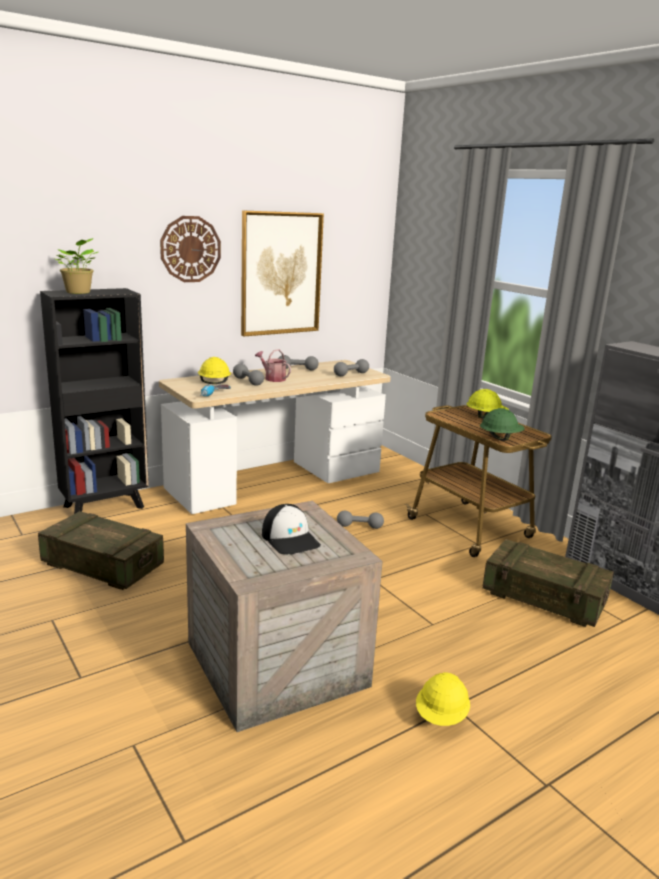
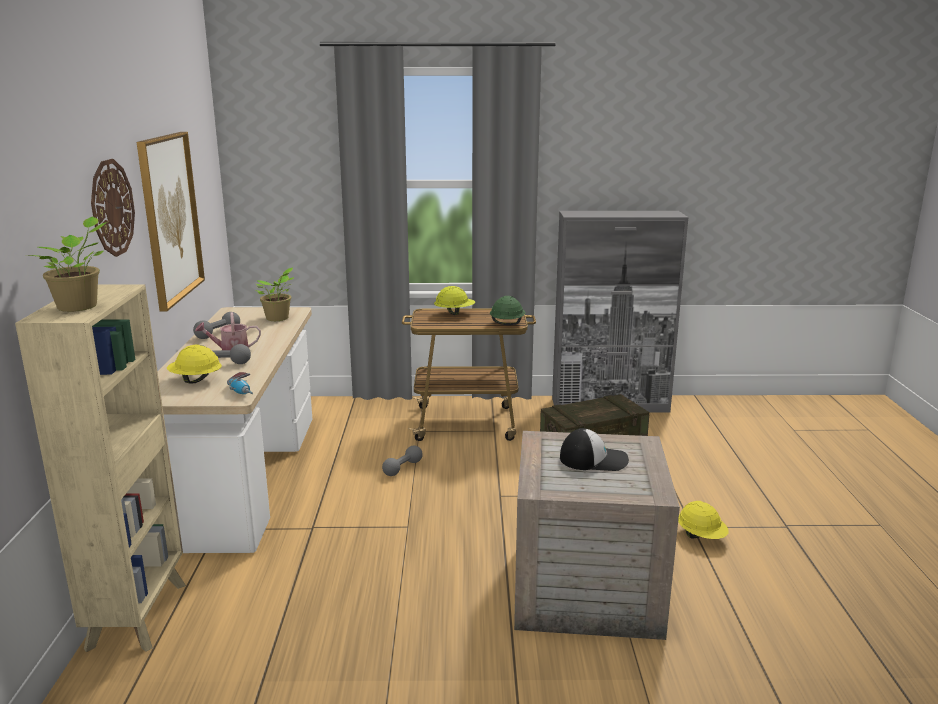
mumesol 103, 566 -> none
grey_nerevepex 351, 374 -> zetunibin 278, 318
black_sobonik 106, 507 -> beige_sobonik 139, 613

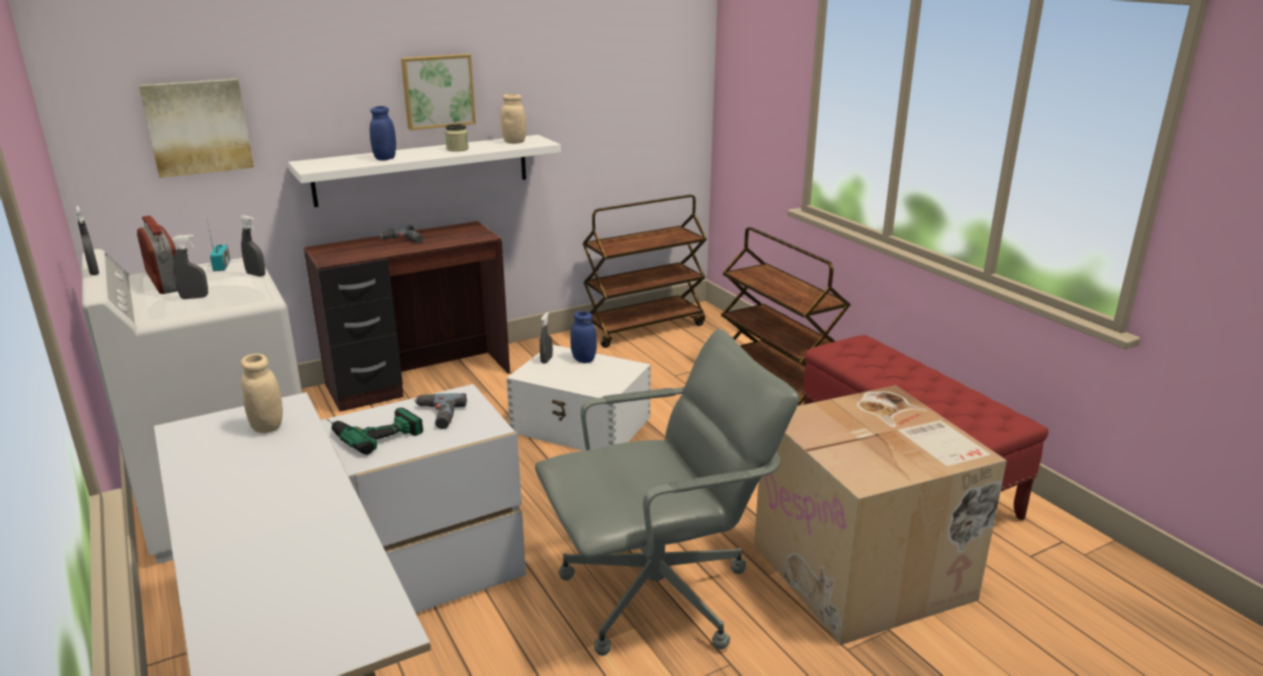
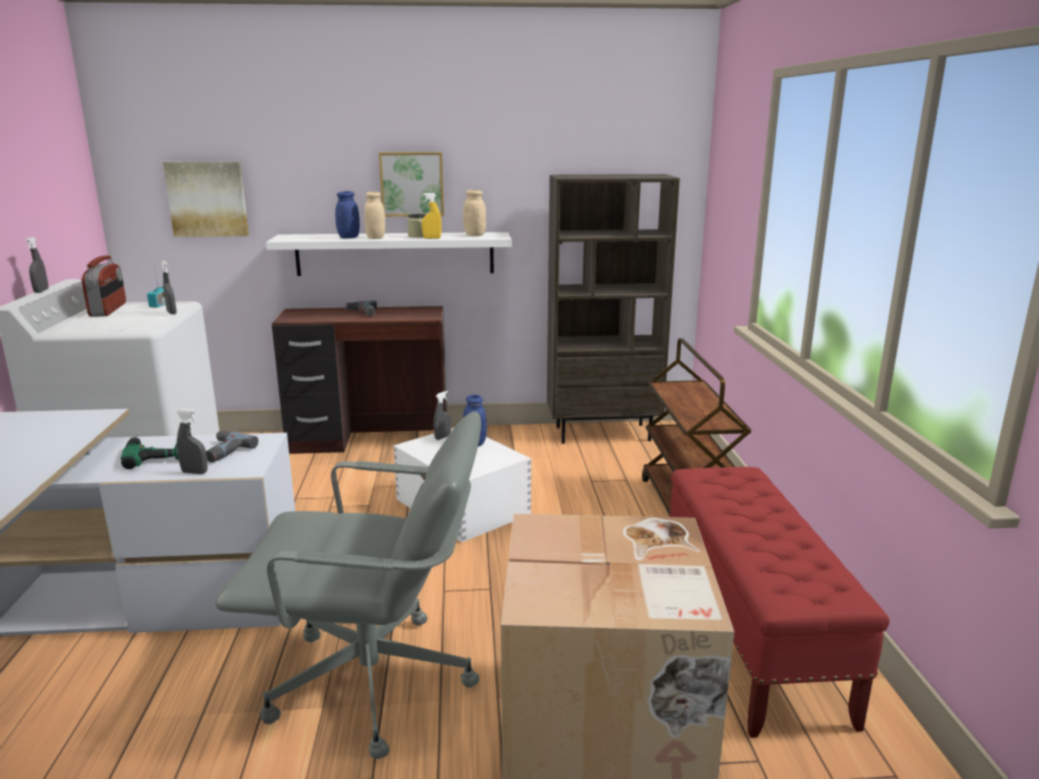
none -> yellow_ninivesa 432, 238
grey_ninivesa 194, 297 -> grey_ninivesa 194, 472, shifted
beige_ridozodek 267, 426 -> beige_ridozodek 376, 238, shifted
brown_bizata 644, 327 -> brown_sobonik 603, 433

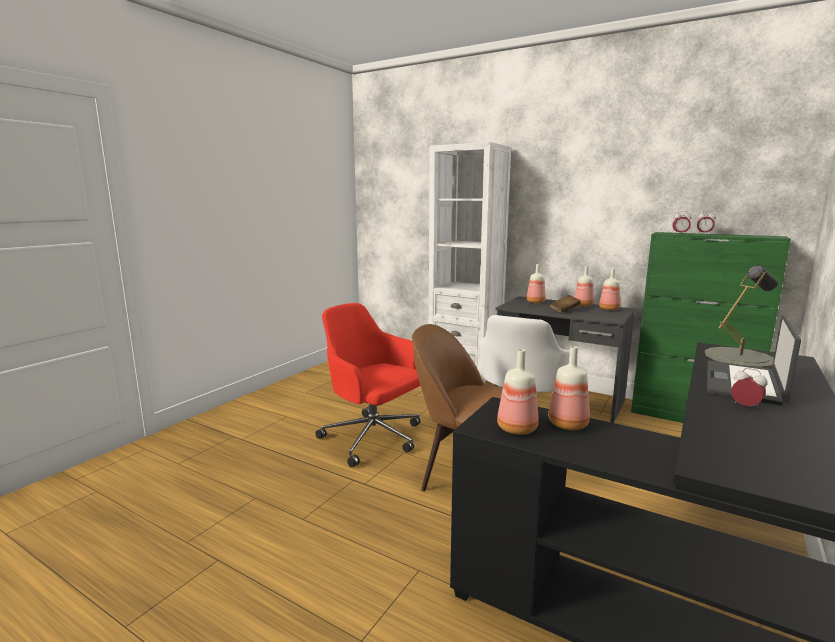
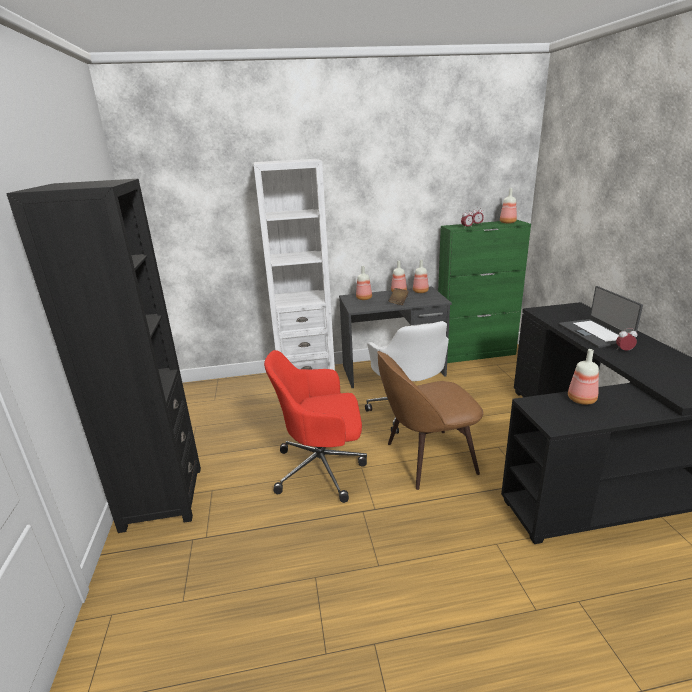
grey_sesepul 739, 357 -> none
none -> black_sobonik 162, 498
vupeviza 517, 429 -> vupeviza 508, 222, shifted

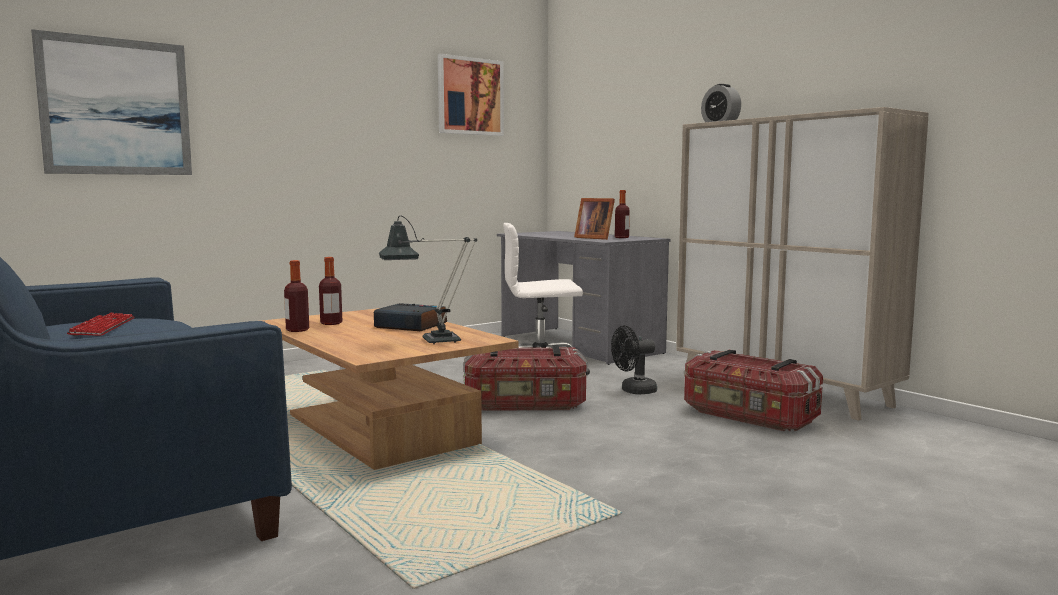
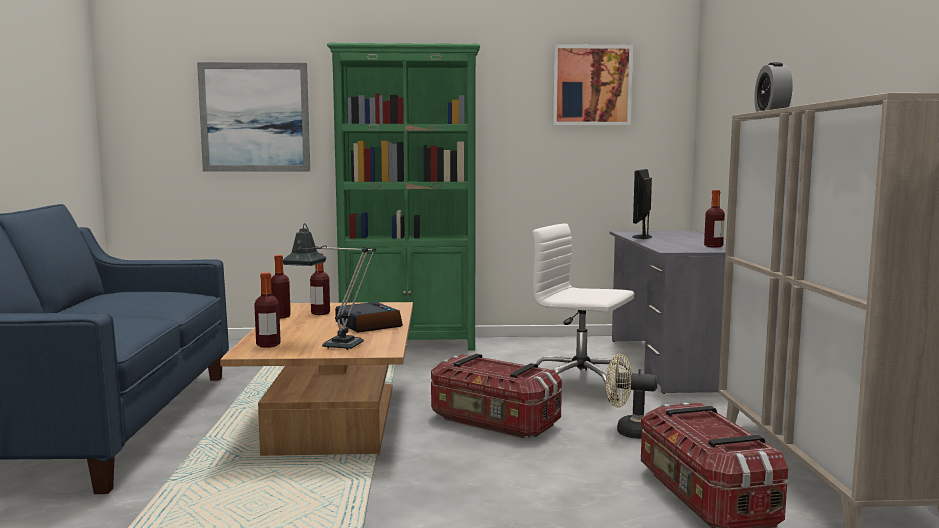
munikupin 103, 327 -> none
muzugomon 594, 238 -> none
none -> vupeviza 268, 345
none -> green_sobonik 410, 344
none -> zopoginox 641, 237
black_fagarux 633, 391 -> beige_fagarux 629, 432

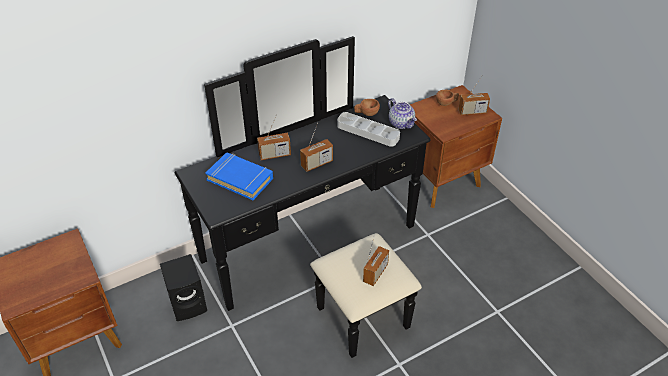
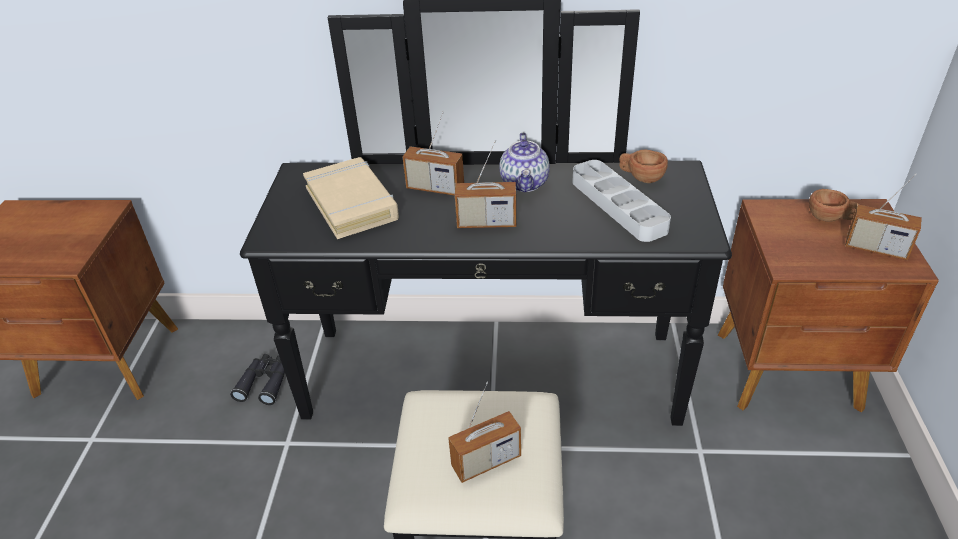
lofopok 401, 123 -> lofopok 525, 183, shifted
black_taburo 189, 303 -> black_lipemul 265, 383
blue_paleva 240, 179 -> beige_paleva 352, 203

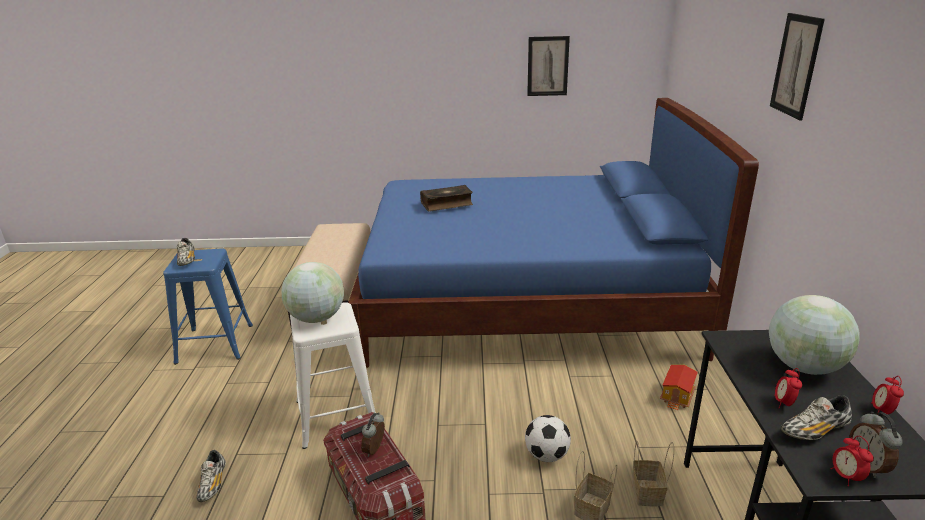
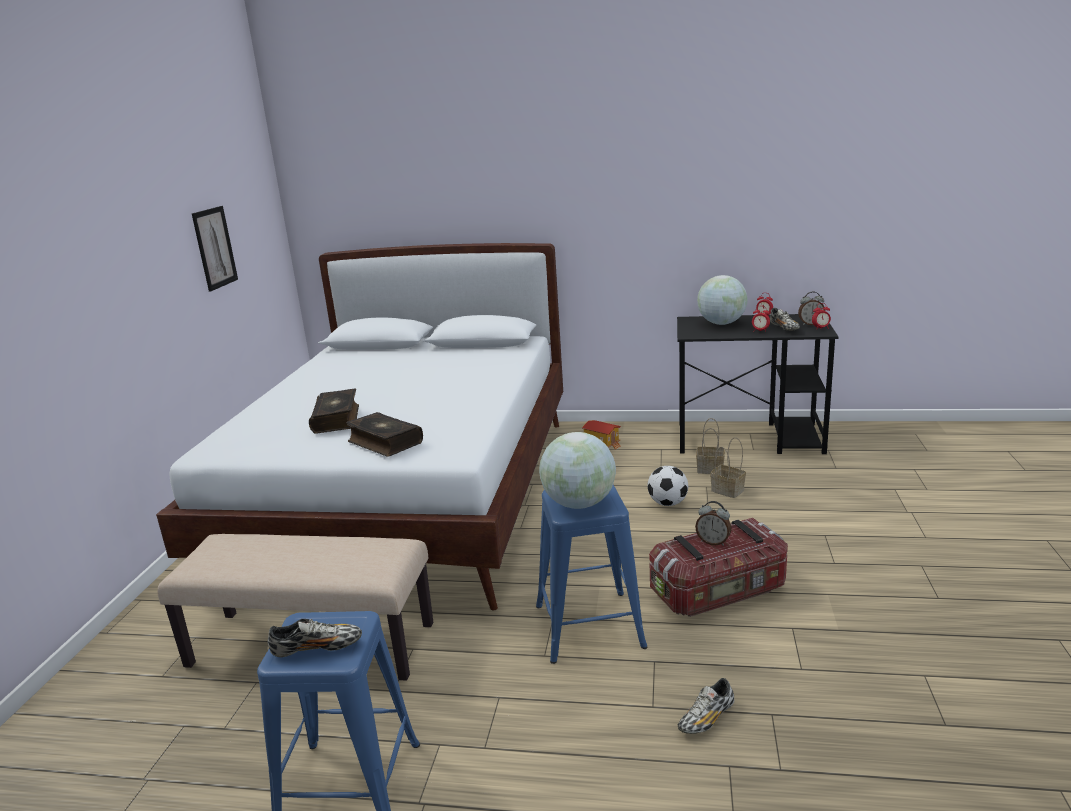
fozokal 796, 65 -> none
none -> paleva 384, 442
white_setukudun 337, 415 -> blue_setukudun 589, 625
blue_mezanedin 526, 302 -> white_mezanedin 409, 496
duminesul 213, 484 -> duminesul 706, 719, 135 degrees clockwise

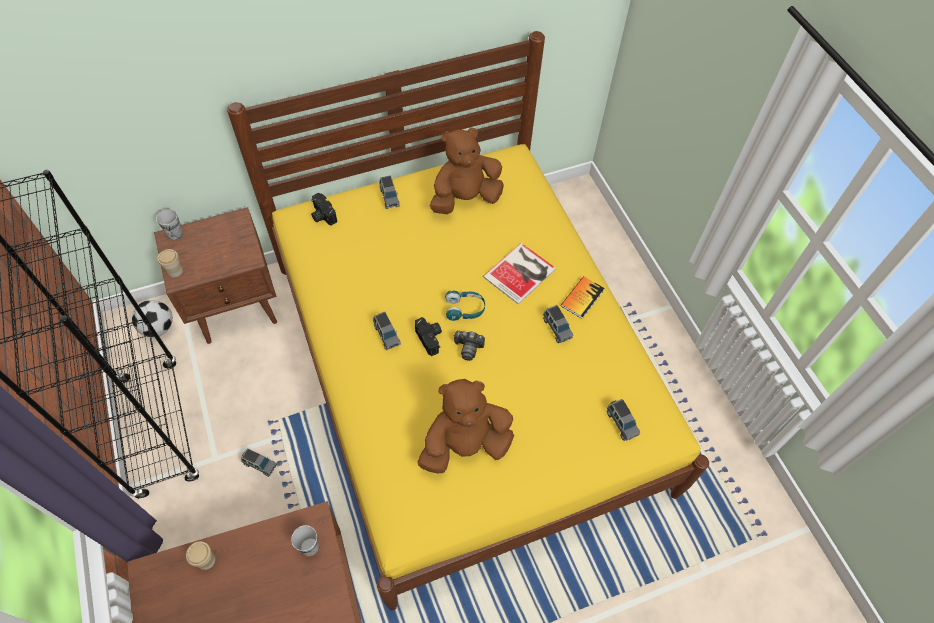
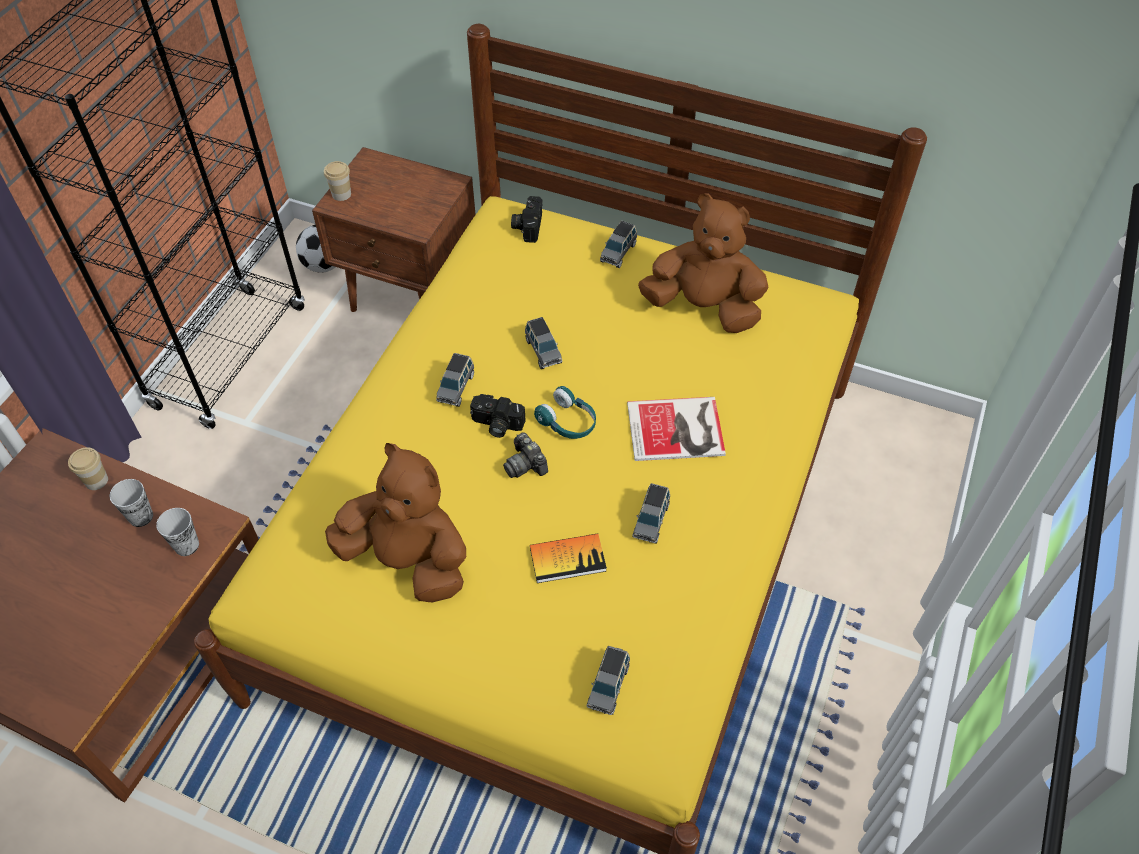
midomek 175, 234 -> midomek 141, 516, shifted
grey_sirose 260, 464 -> grey_sirose 543, 351, shifted
paleva 582, 298 -> paleva 567, 559, shifted
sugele 430, 338 -> sugele 496, 425, 90 degrees clockwise

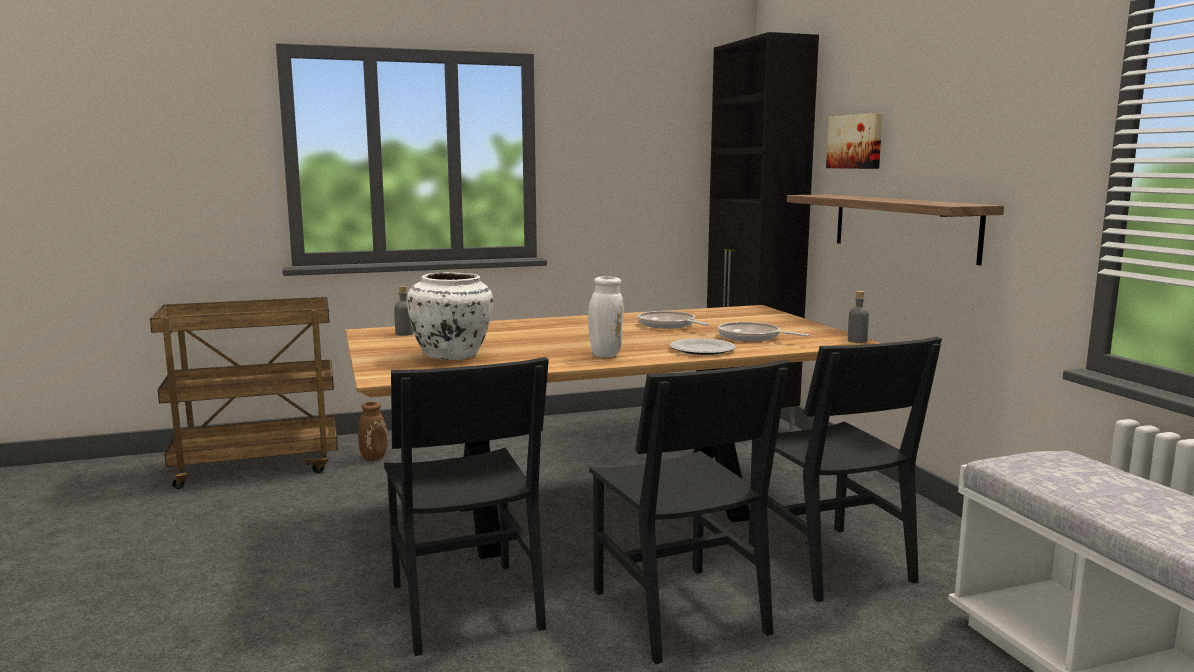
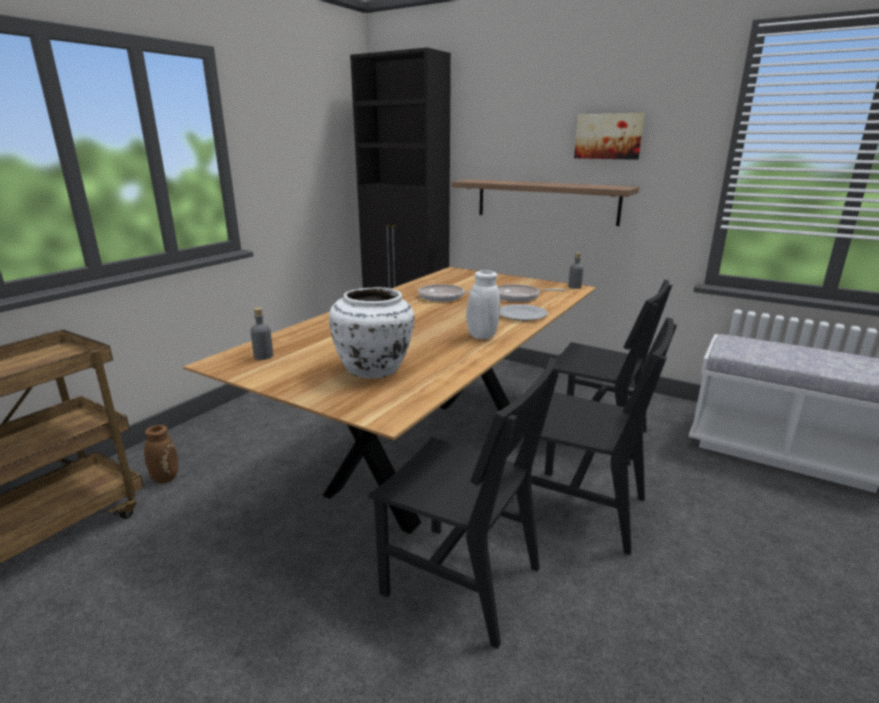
fozokal 856, 142 -> fozokal 608, 136, shifted

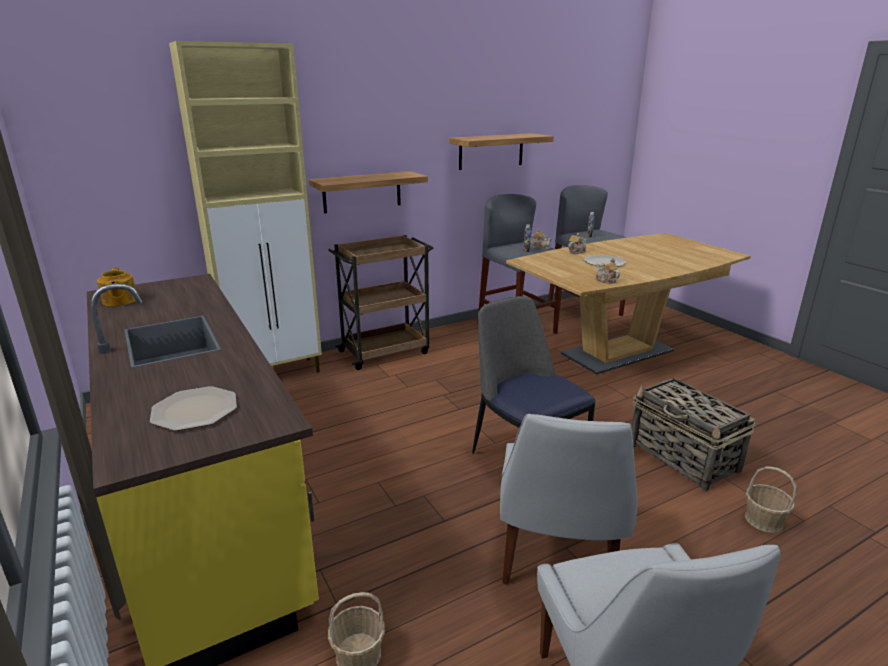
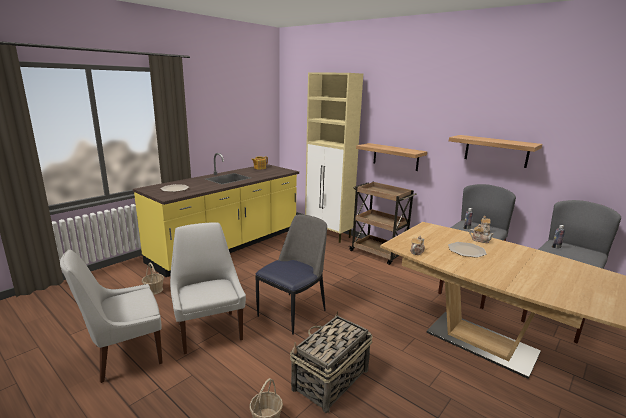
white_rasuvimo 558, 560 -> white_rasuvimo 209, 330, 75 degrees clockwise

